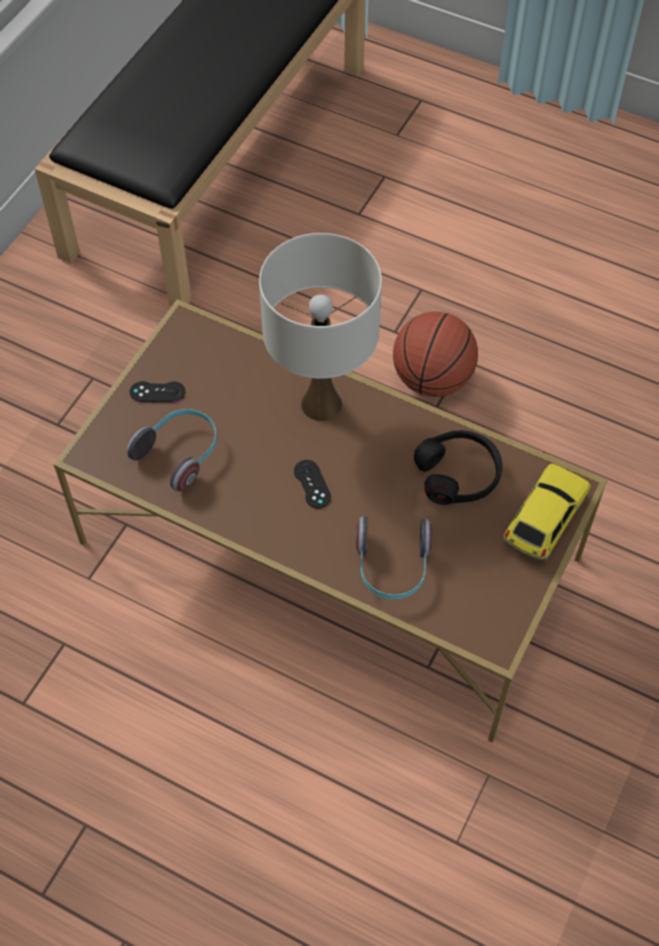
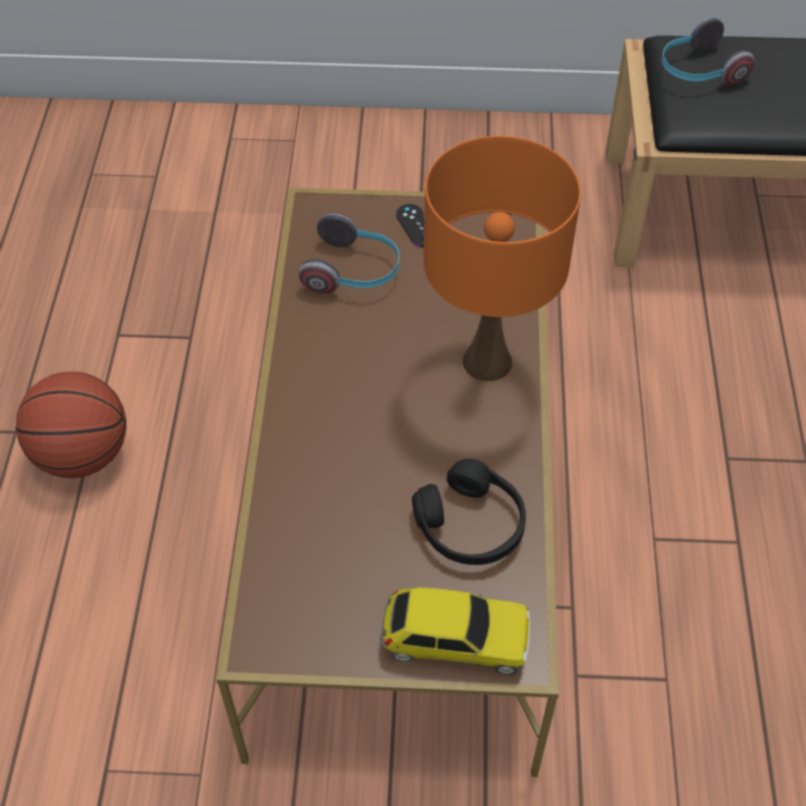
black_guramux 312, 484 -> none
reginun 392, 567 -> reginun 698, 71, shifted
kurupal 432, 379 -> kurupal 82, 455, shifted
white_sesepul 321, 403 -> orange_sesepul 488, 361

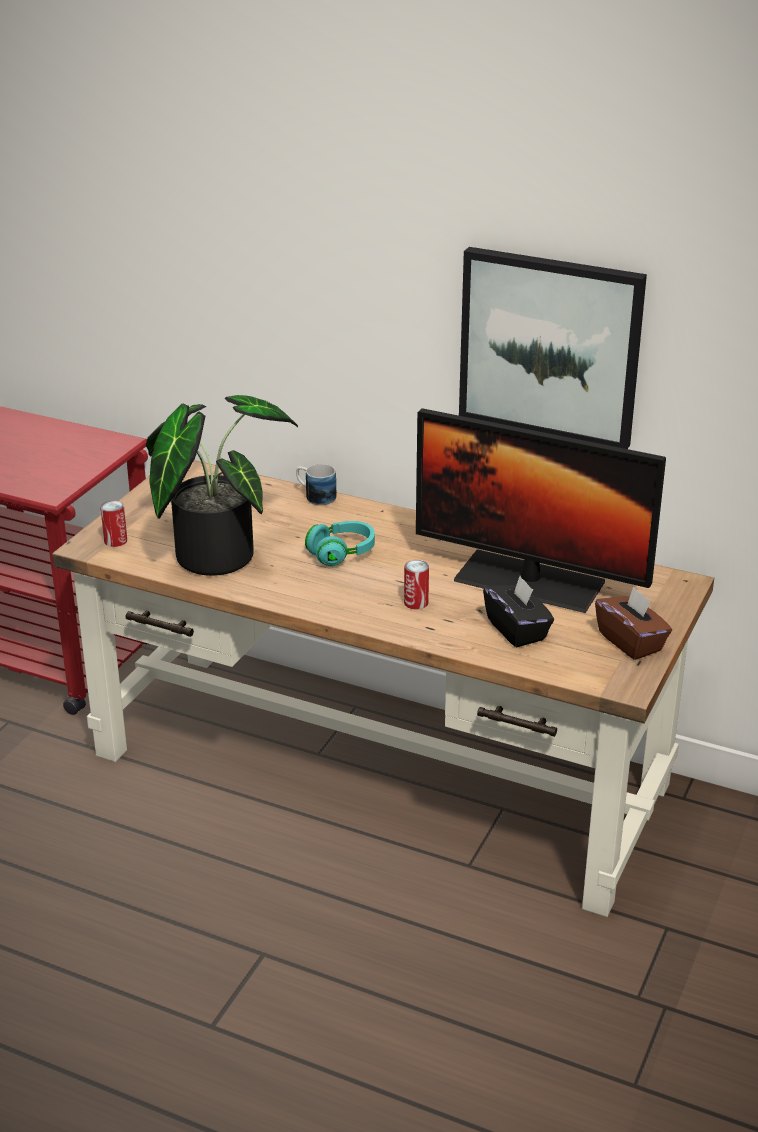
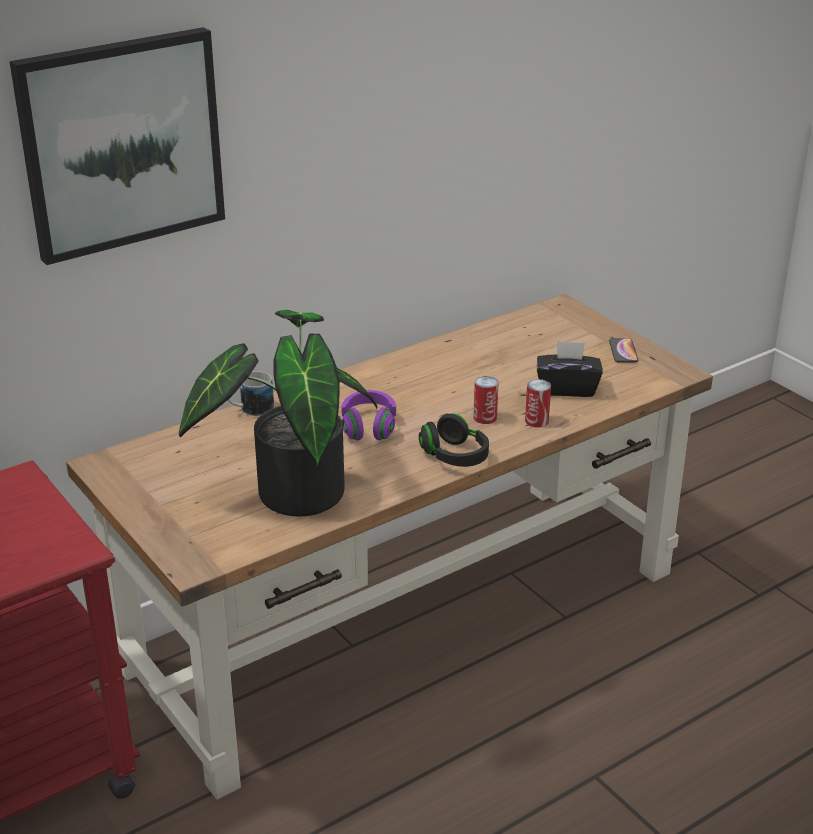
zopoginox 529, 581 -> none
none -> black_reginun 454, 456
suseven 115, 541 -> suseven 536, 421, shifted
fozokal 550, 346 -> fozokal 121, 143, shifted
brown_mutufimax 631, 642 -> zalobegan 623, 351
turquoise_reginun 341, 554 -> purple_reginun 369, 427

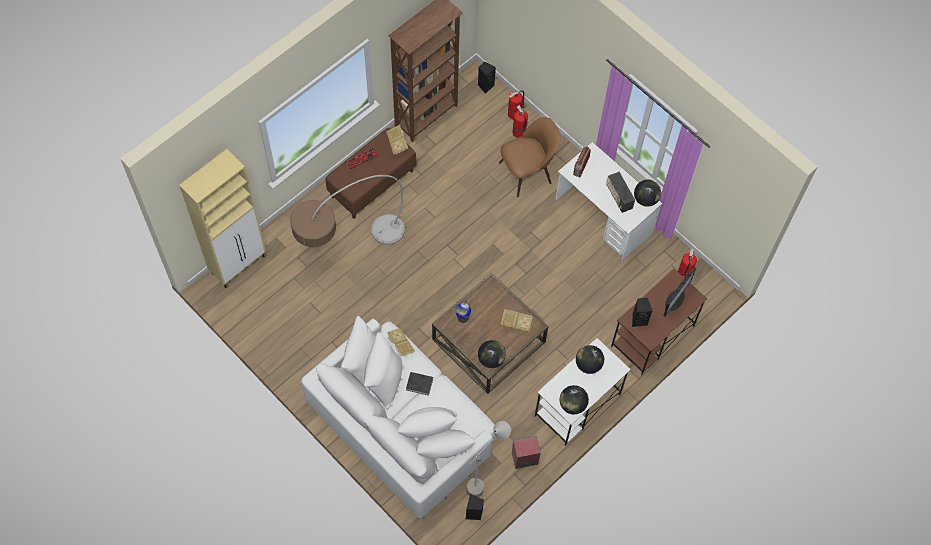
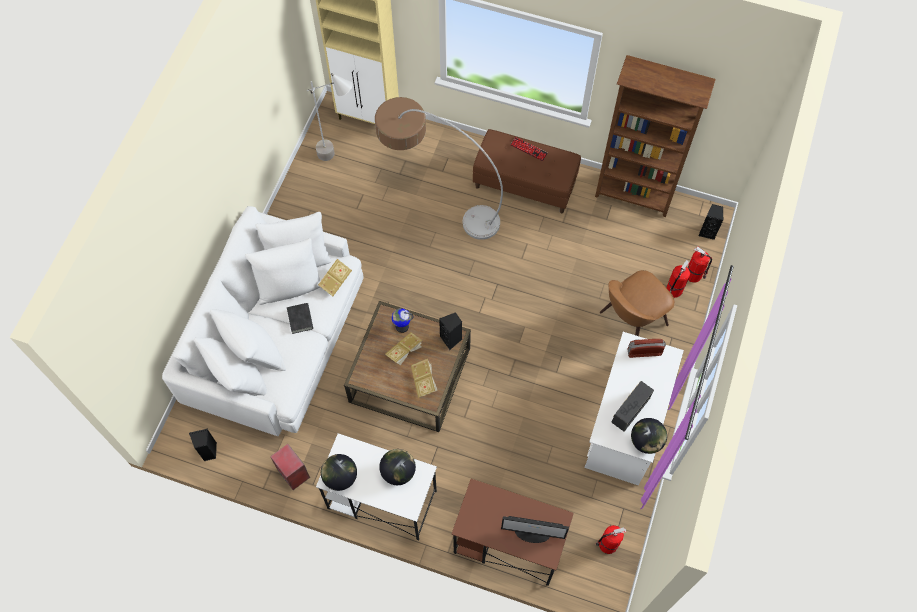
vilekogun 491, 359 -> none
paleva 397, 143 -> paleva 404, 352, shifted
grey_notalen 485, 479 -> grey_notalen 339, 157, shifted
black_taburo 638, 320 -> black_taburo 451, 339, shifted
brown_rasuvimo 527, 172 -> brown_rasuvimo 631, 320, 105 degrees clockwise

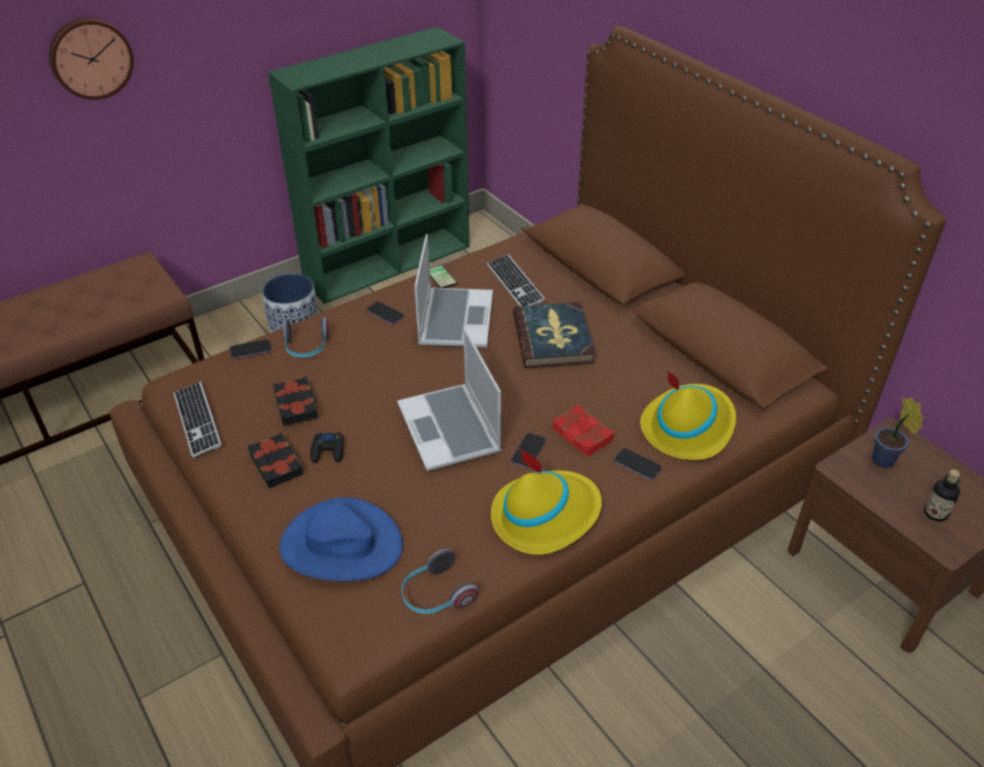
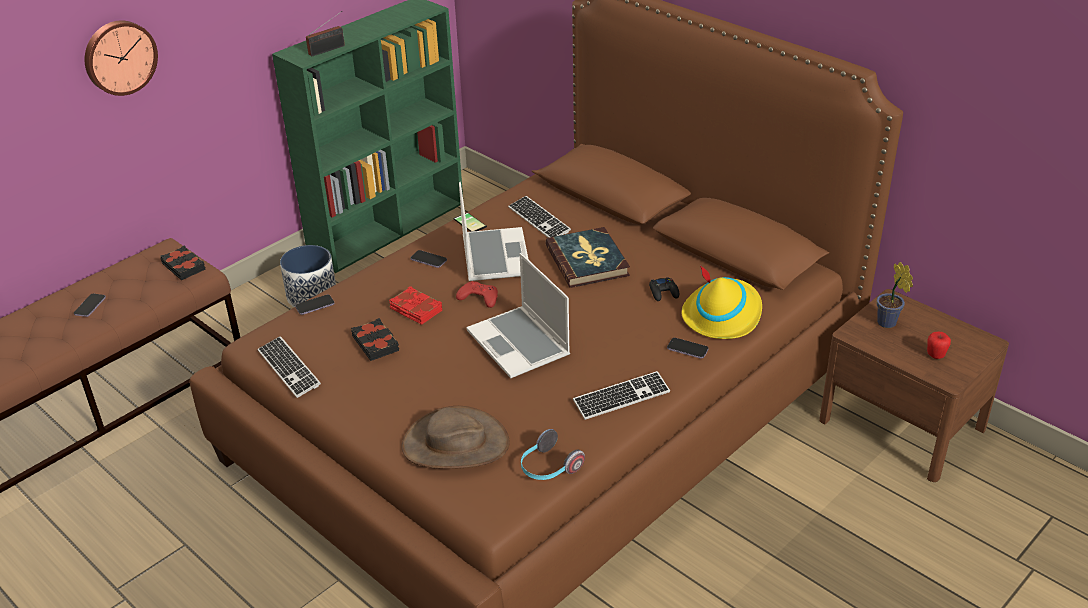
reginun 306, 348 -> none
none -> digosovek 329, 49
none -> red_guramux 479, 297
black_paleva 277, 464 -> black_paleva 184, 266, shifted
black_guramux 328, 451 -> black_guramux 664, 292, shifted
zalobegan 528, 452 -> zalobegan 90, 306, shifted
red_paleva 581, 435 -> red_paleva 415, 310, shifted
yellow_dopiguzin 545, 516 -> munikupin 621, 397
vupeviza 935, 513 -> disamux 935, 356
blue_dopiguzin 341, 545 -> brown_dopiguzin 455, 444

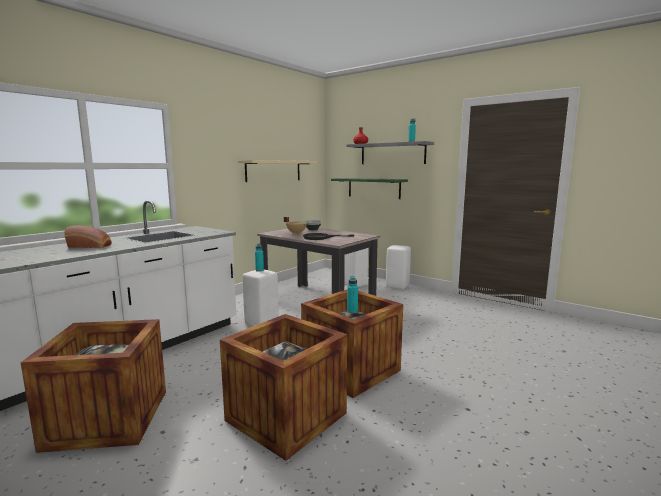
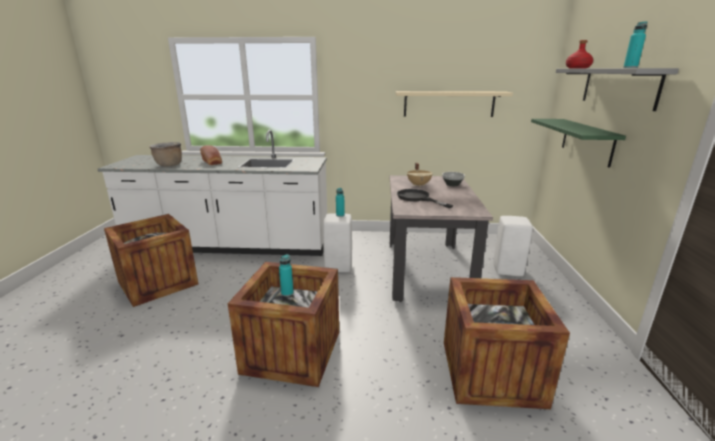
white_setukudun 398, 286 -> none
none -> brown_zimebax 169, 165
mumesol 286, 416 -> mumesol 491, 372, shifted

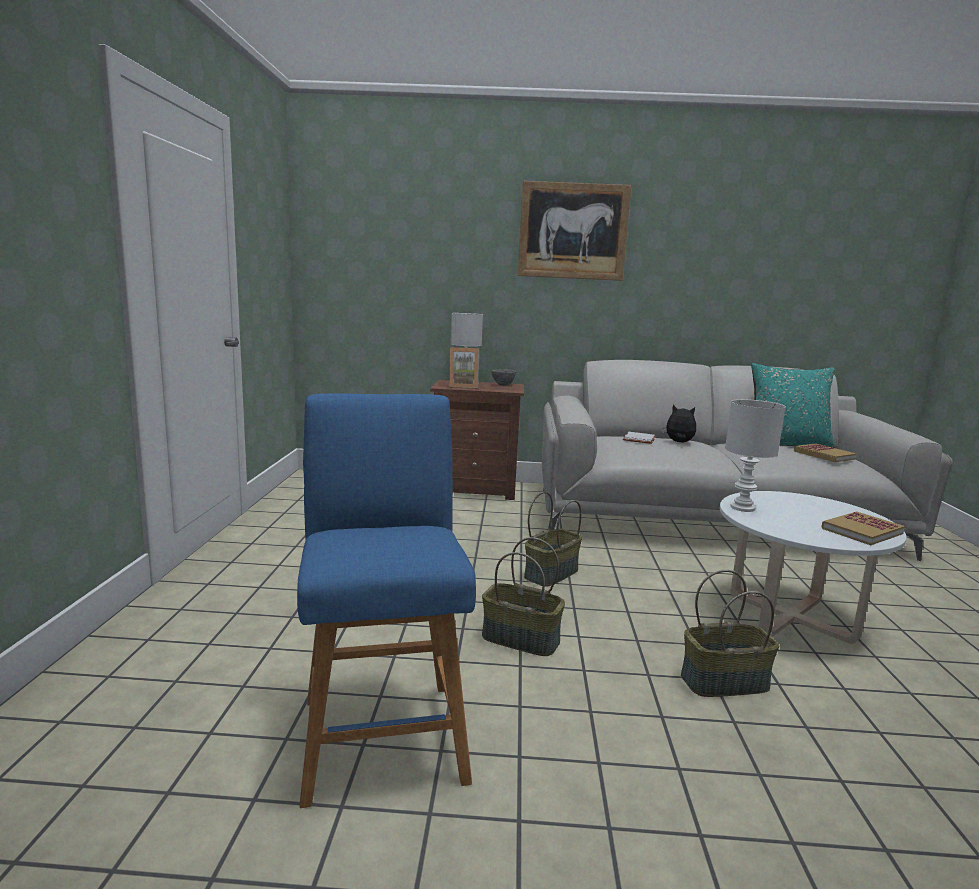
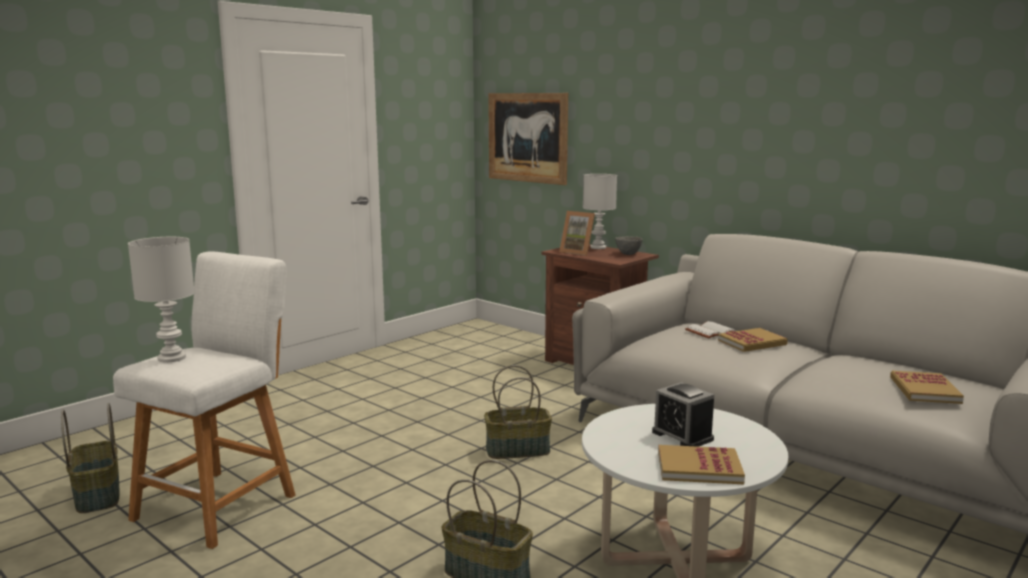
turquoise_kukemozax 787, 444 -> none
none -> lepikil 682, 436
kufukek 519, 639 -> kufukek 96, 495, shifted
fozokal 573, 231 -> fozokal 527, 137, shifted
white_sesepul 743, 508 -> white_sesepul 170, 358, shifted
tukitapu 679, 442 -> paleva 752, 342
blue_setukudun 382, 731 -> white_setukudun 221, 504

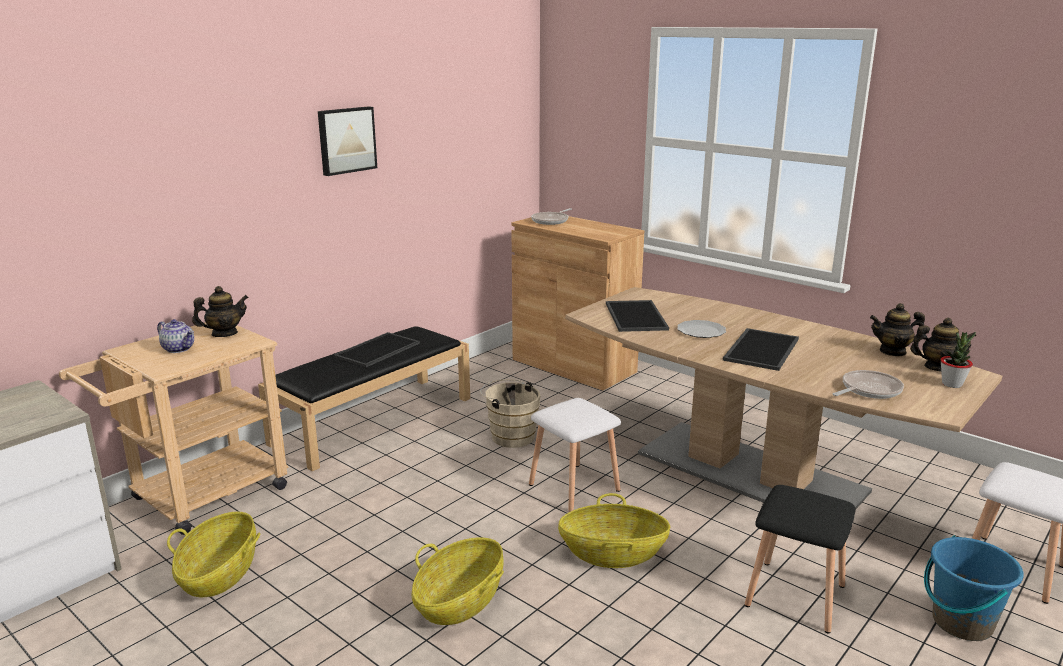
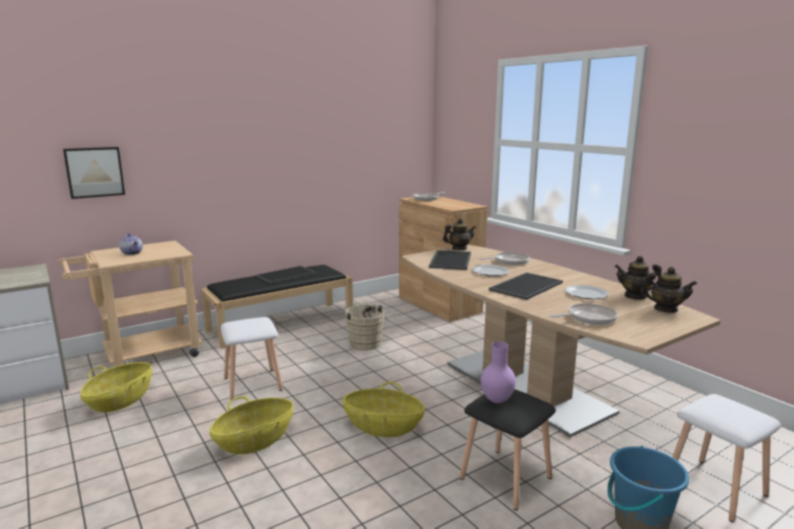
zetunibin 952, 384 -> none
none -> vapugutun 509, 261
none -> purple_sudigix 497, 400
none -> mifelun 585, 294
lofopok 224, 334 -> lofopok 459, 249, shifted
fozokal 346, 140 -> fozokal 94, 172, shifted
white_setukudun 572, 487 -> white_setukudun 252, 383, shifted

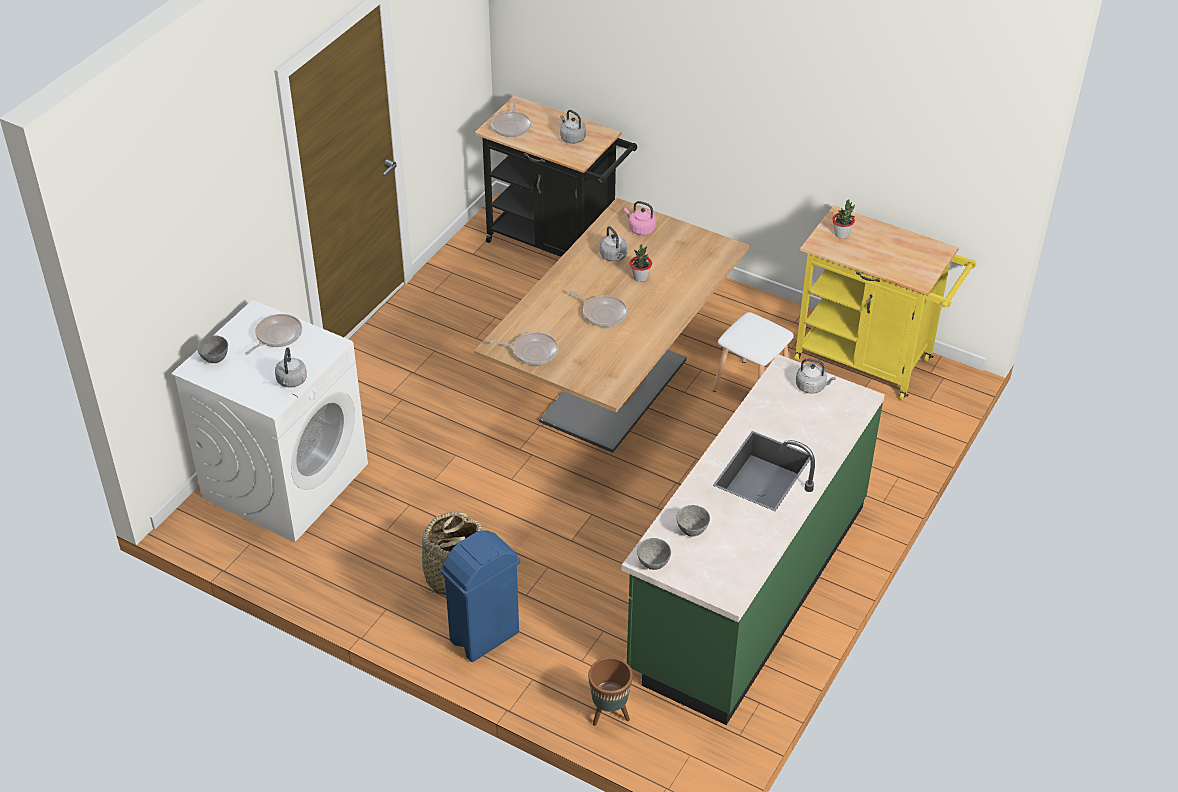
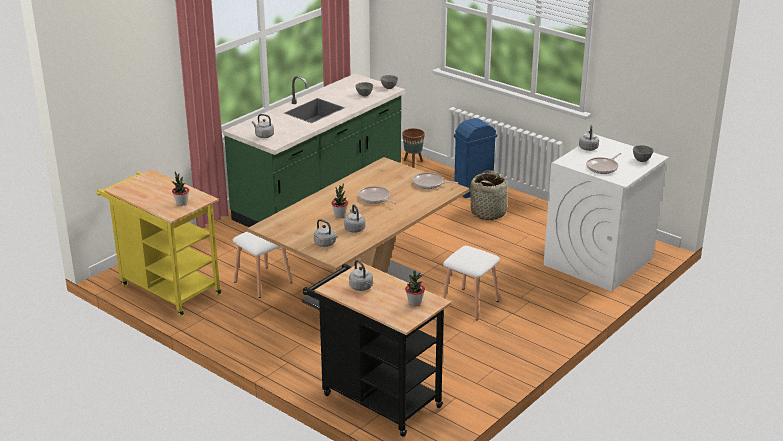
none -> white_setukudun 469, 304
vapugutun 512, 126 -> zetunibin 414, 303
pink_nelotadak 640, 229 -> grey_nelotadak 326, 244

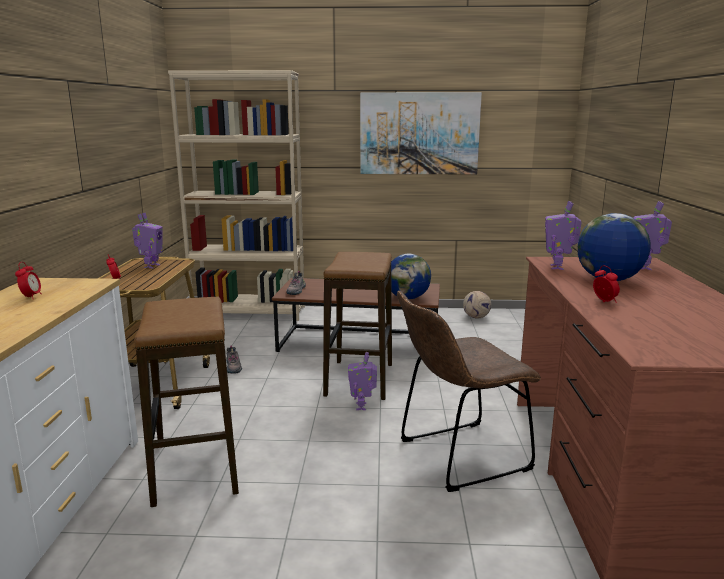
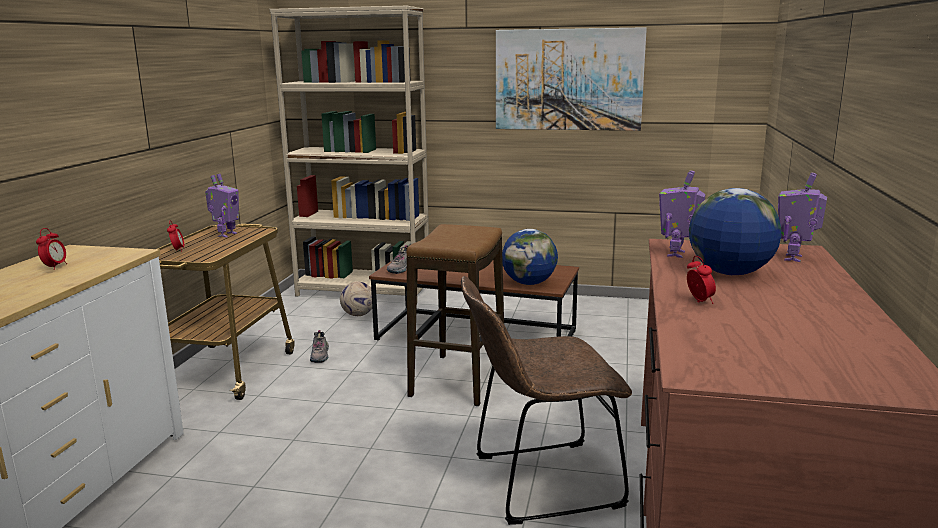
setukudun 195, 468 -> none
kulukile 362, 406 -> none
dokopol 476, 317 -> dokopol 358, 315, shifted

